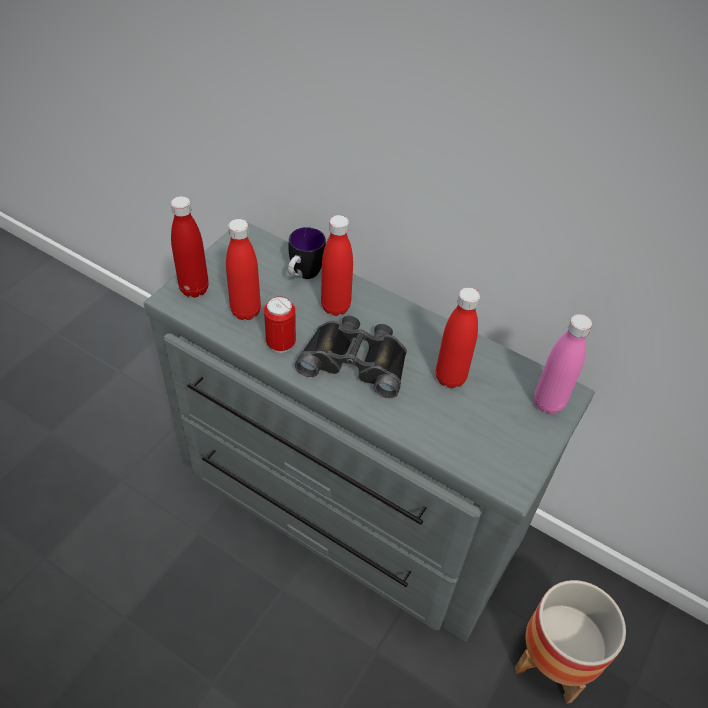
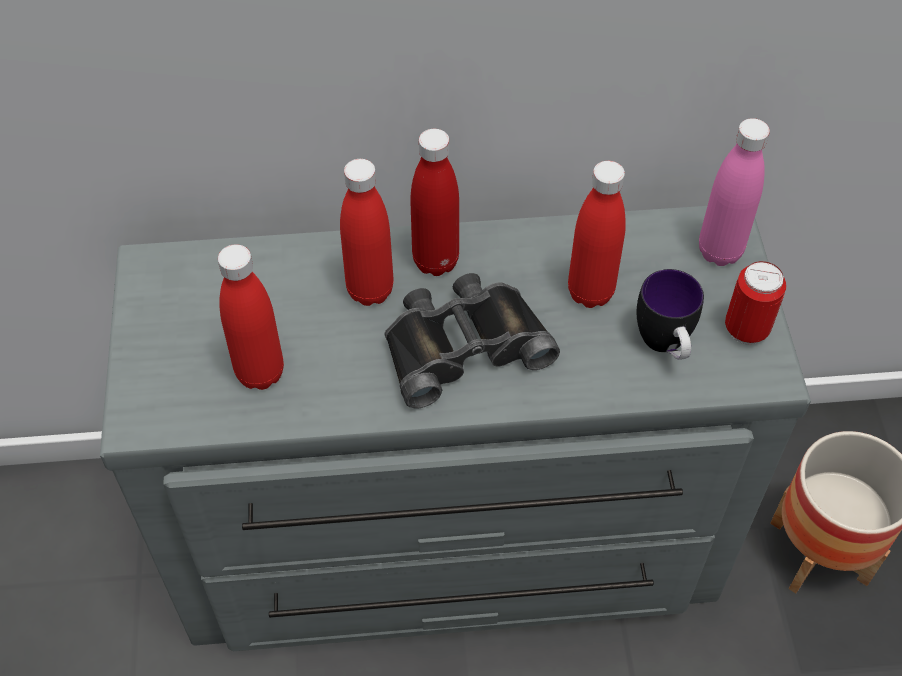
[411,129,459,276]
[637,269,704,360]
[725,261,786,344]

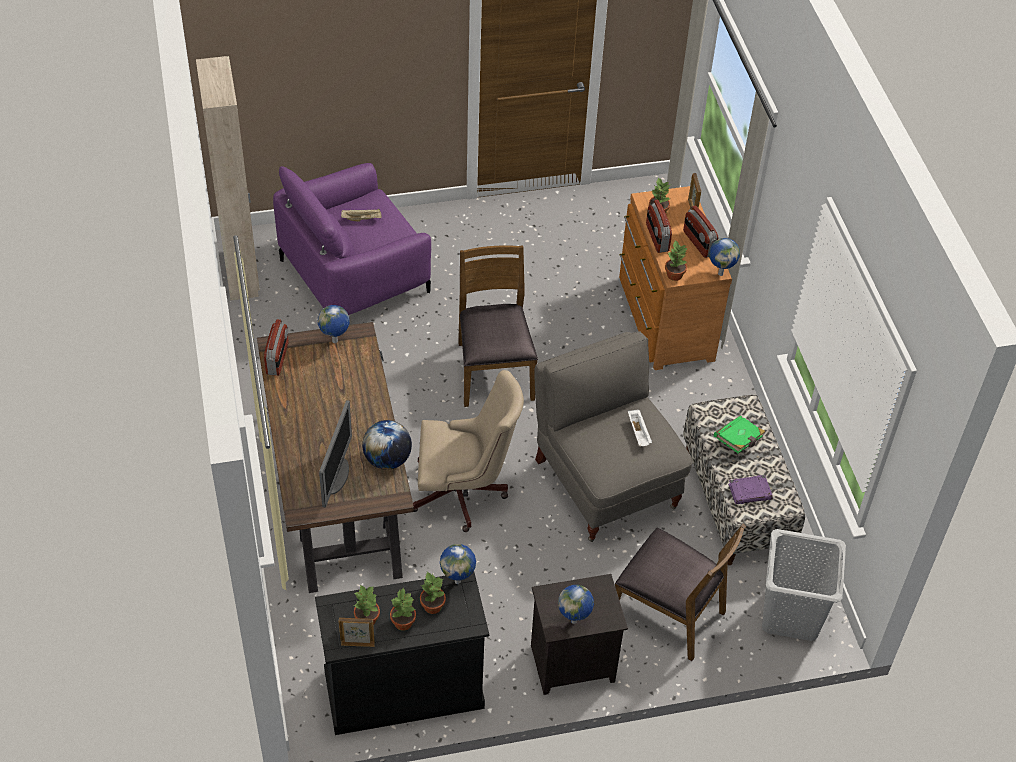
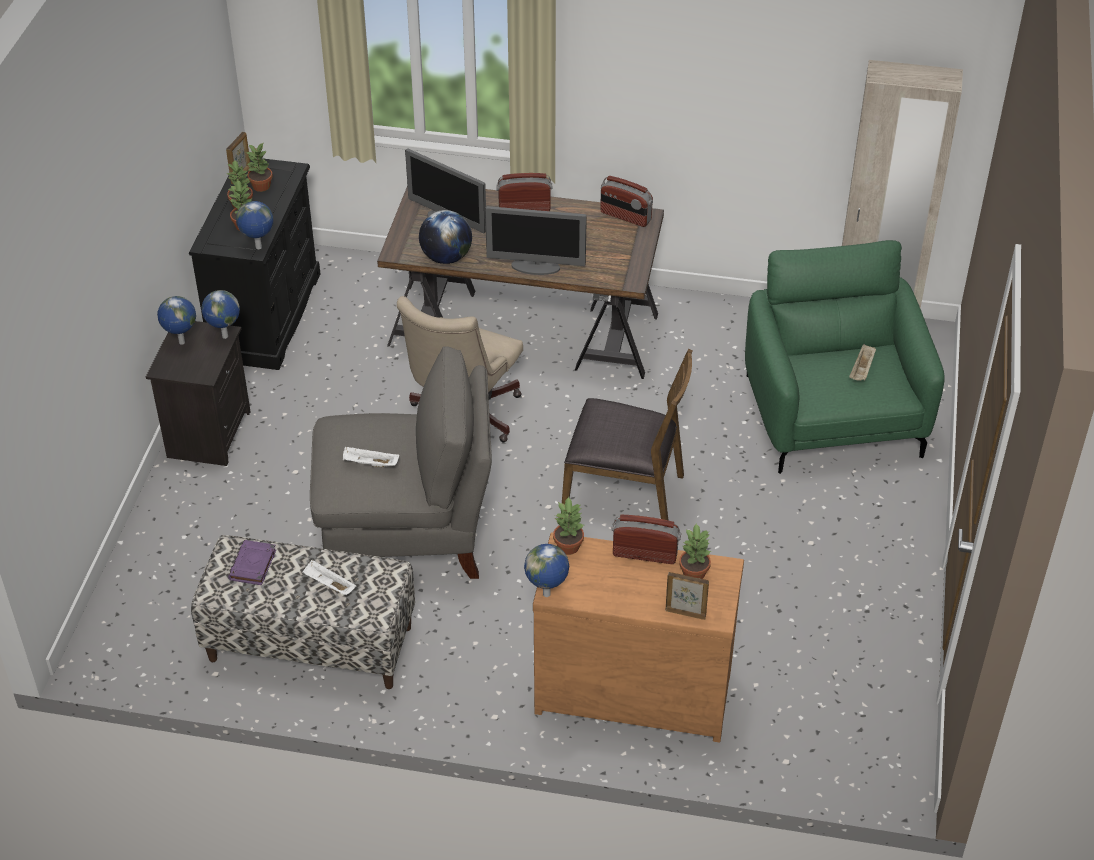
[745,240,945,474]
[496,173,552,211]
[201,290,240,339]
[302,560,356,595]
[615,524,746,661] (first image)
[762,529,846,641] (first image)
[485,206,587,275]

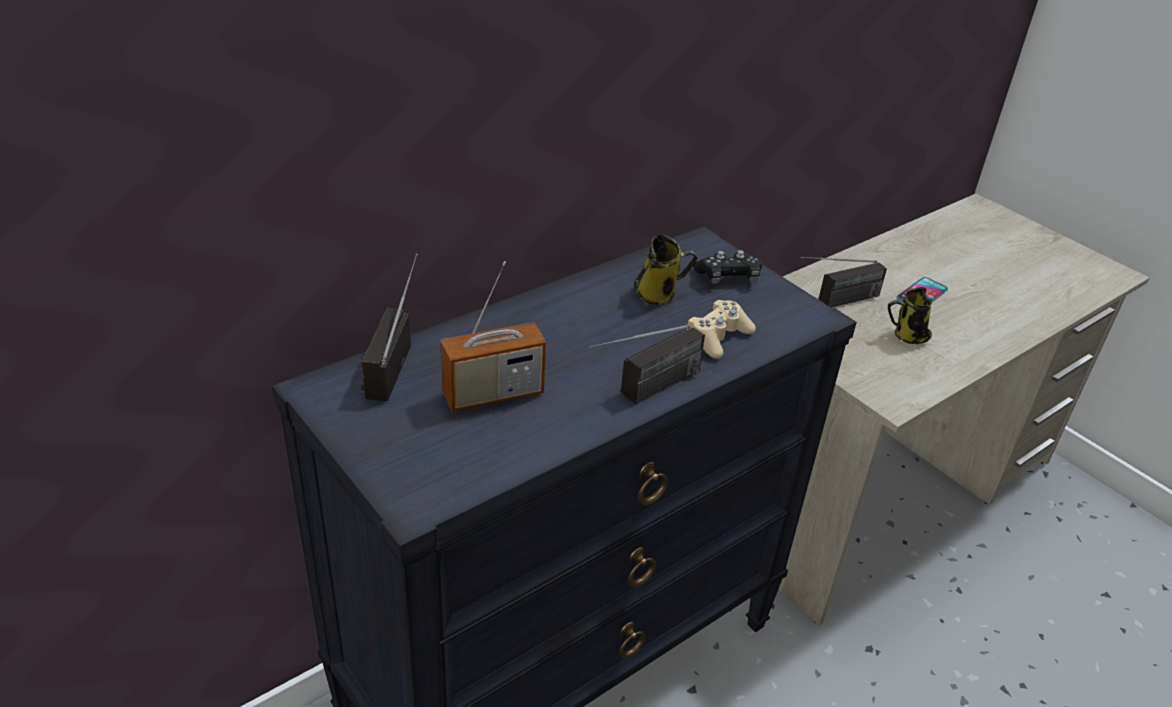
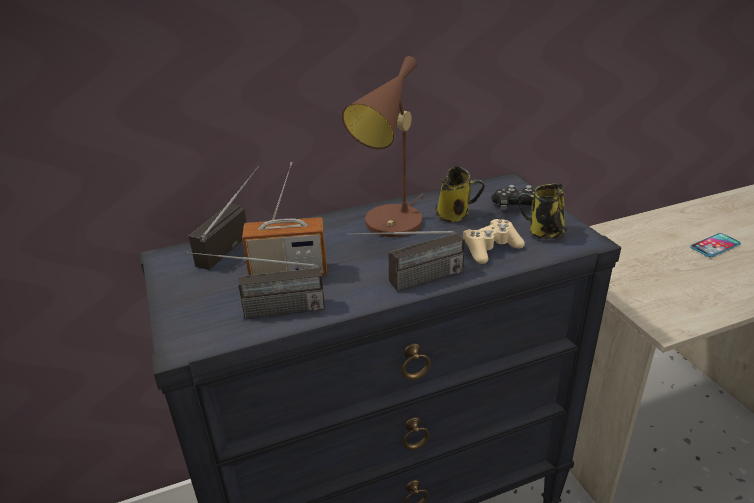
[187,252,325,319]
[518,183,567,239]
[342,56,423,237]

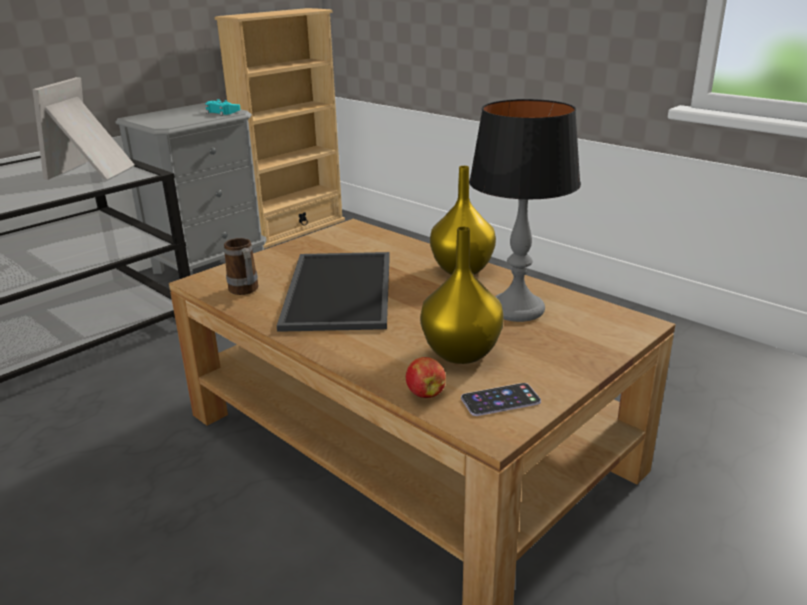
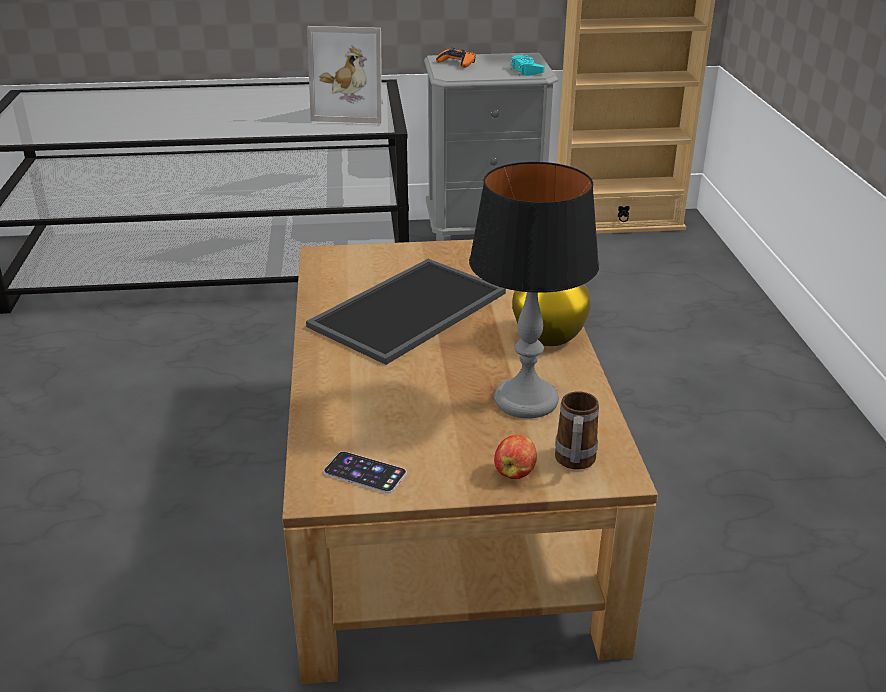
[307,26,383,124]
[420,227,504,364] (first image)
[555,392,599,469]
[494,435,537,479]
[436,47,476,68]

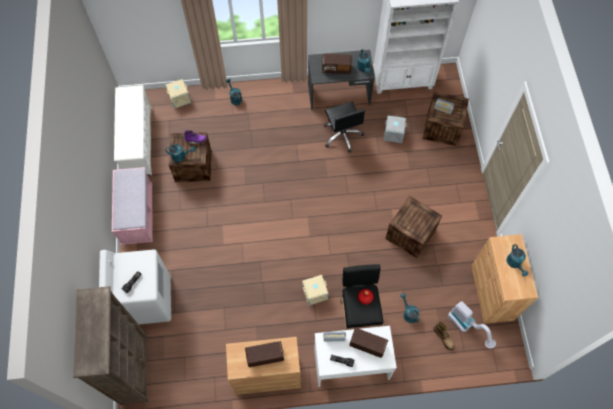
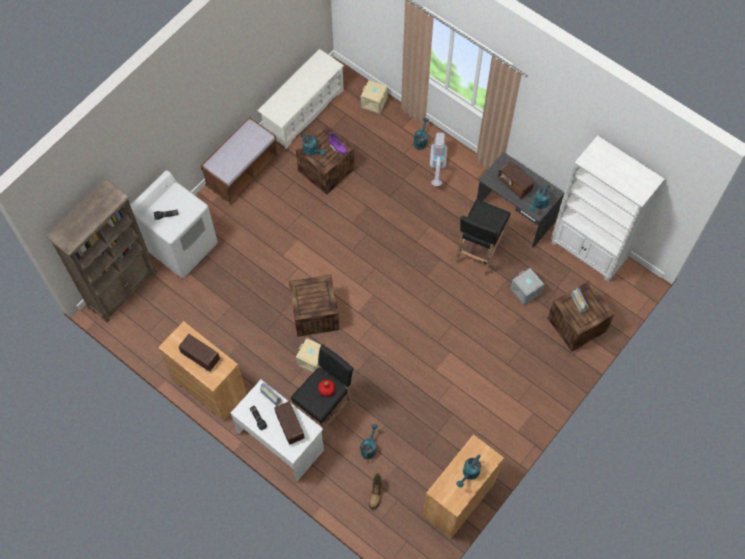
[455,199,510,276]
[200,117,279,204]
[289,274,339,337]
[430,132,448,186]

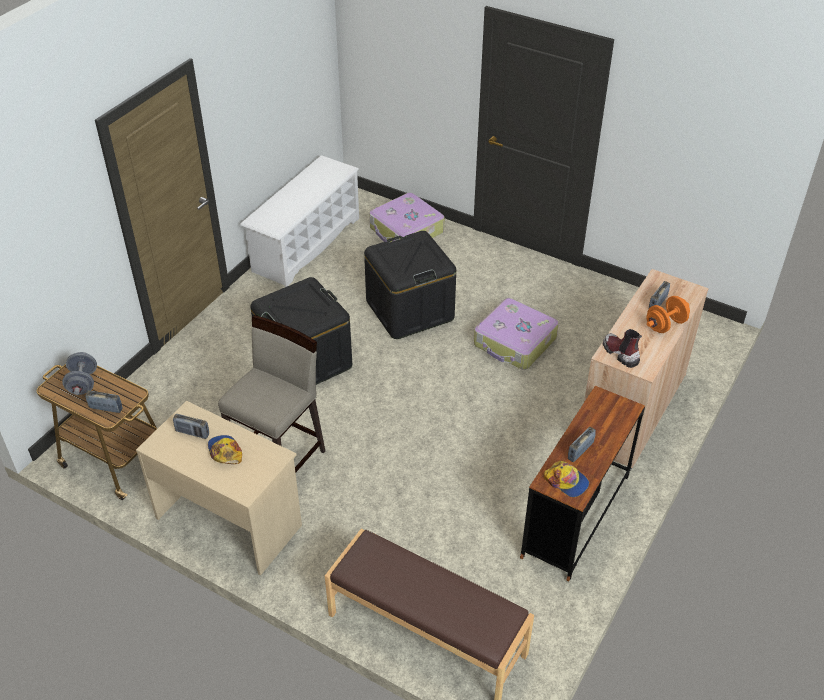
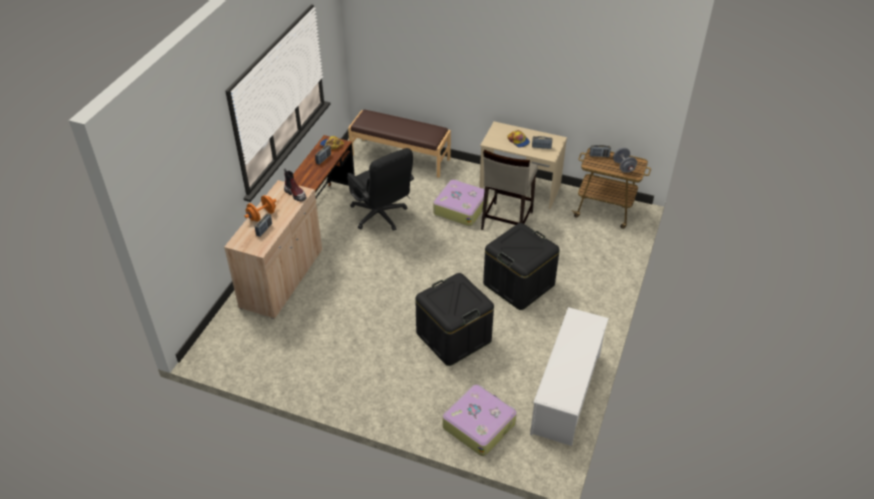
[433,179,489,226]
[347,148,414,231]

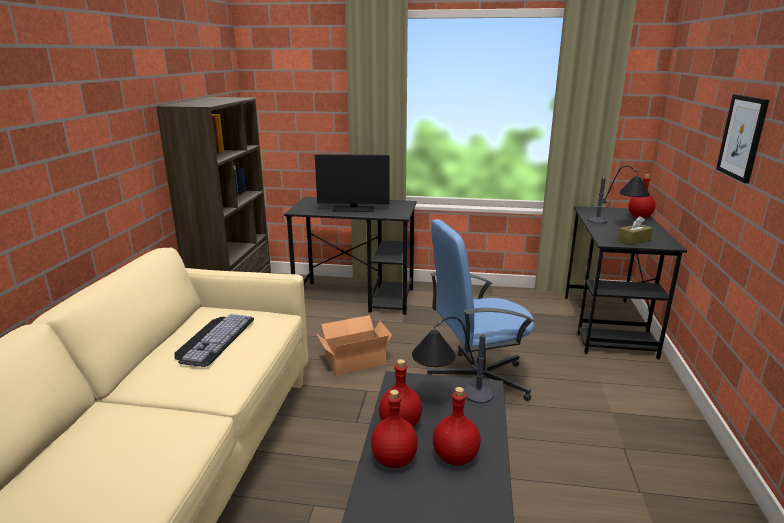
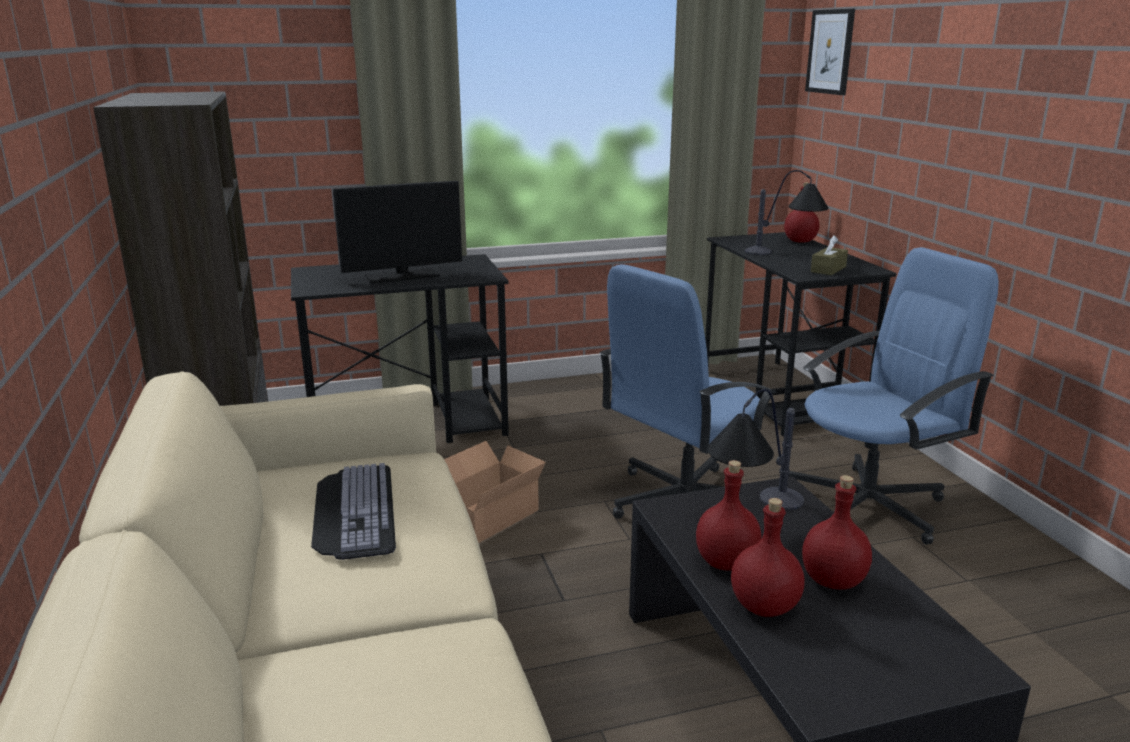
[805,9,855,95]
[788,247,999,545]

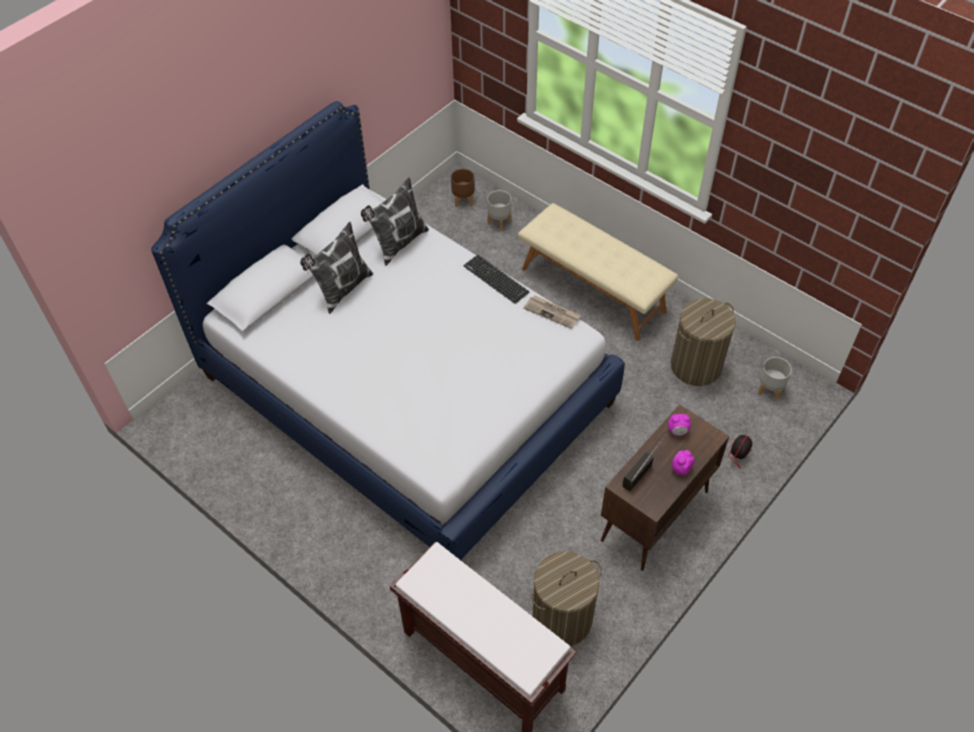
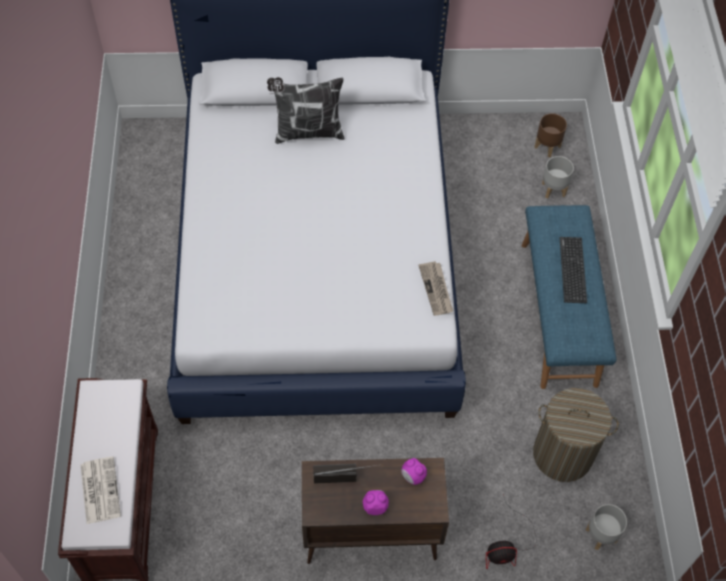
[361,177,429,266] (first image)
[522,205,617,389]
[560,237,587,303]
[531,551,602,646] (first image)
[81,456,121,524]

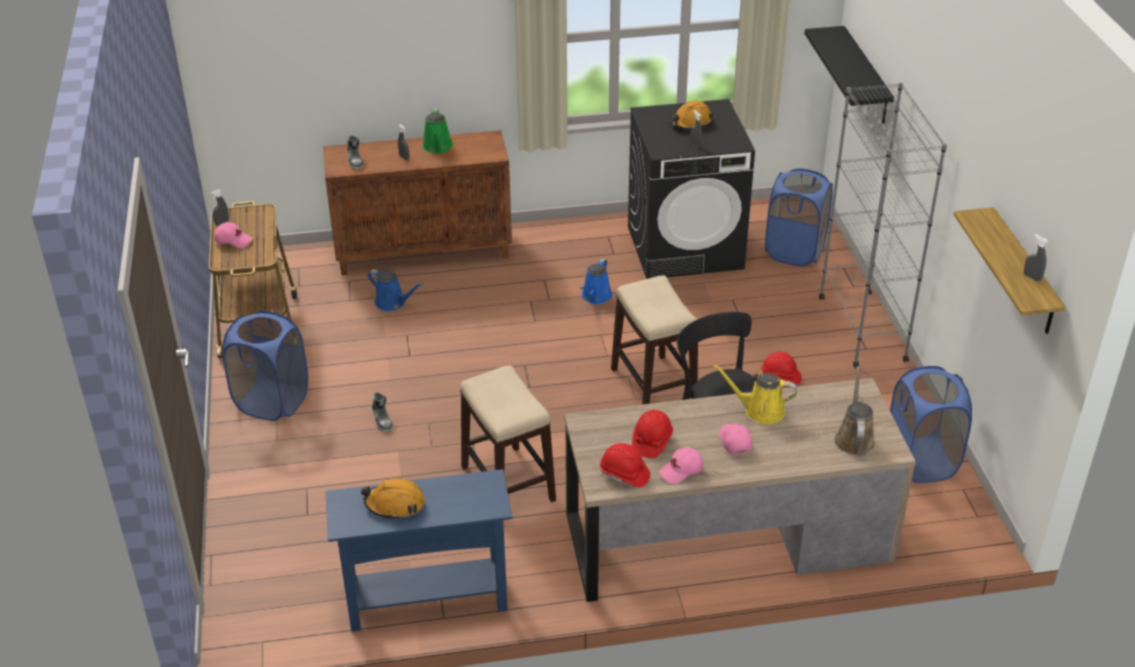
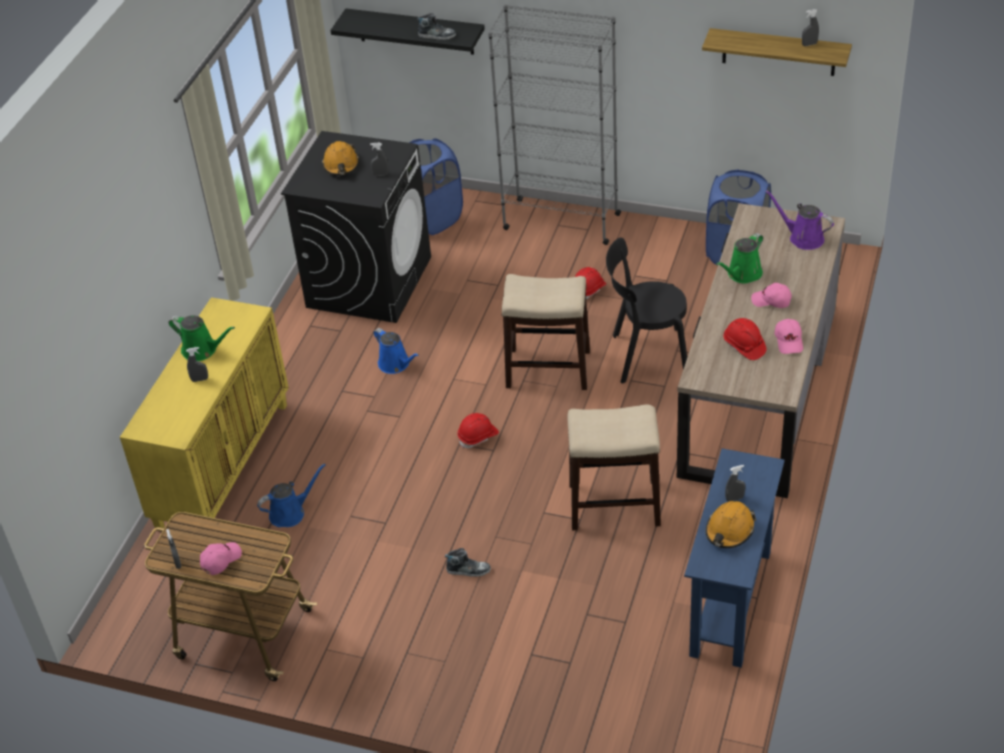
[120,297,289,532]
[417,13,456,40]
[222,310,308,421] (first image)
[716,233,763,283]
[765,190,834,250]
[457,413,499,448]
[725,465,745,502]

